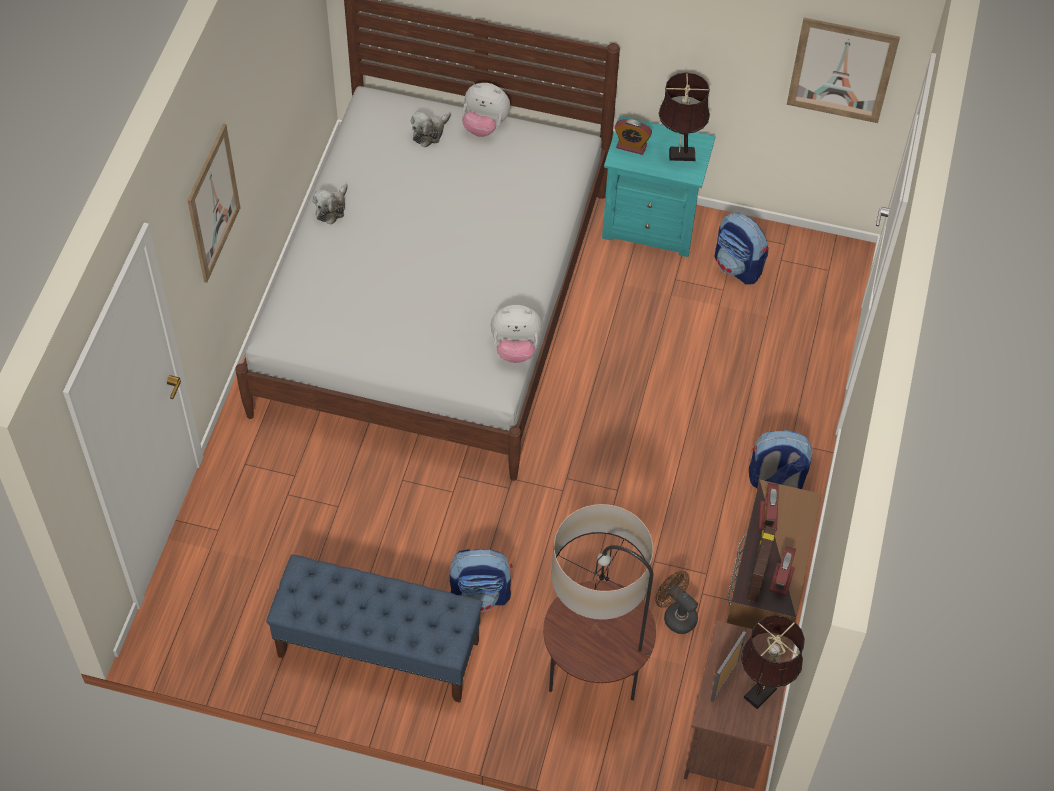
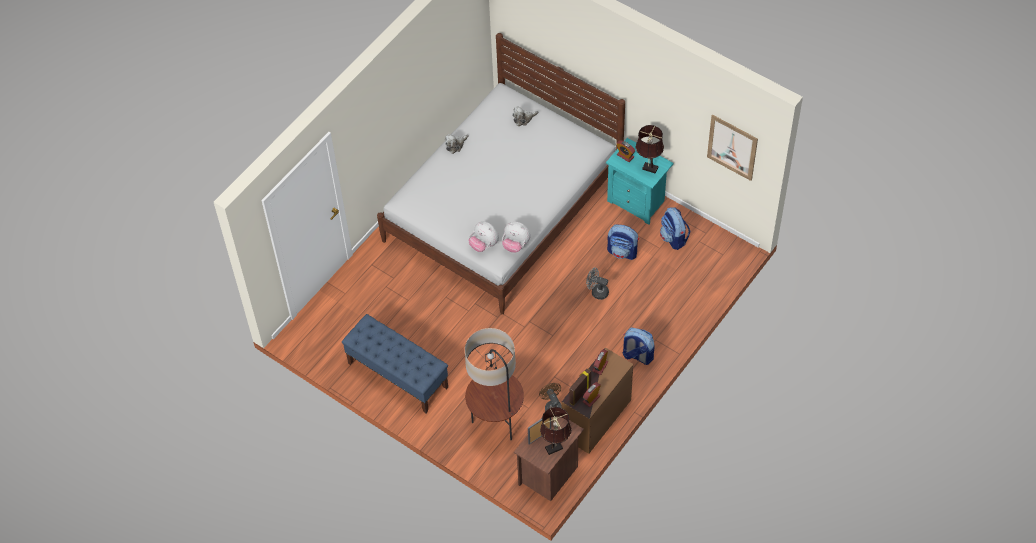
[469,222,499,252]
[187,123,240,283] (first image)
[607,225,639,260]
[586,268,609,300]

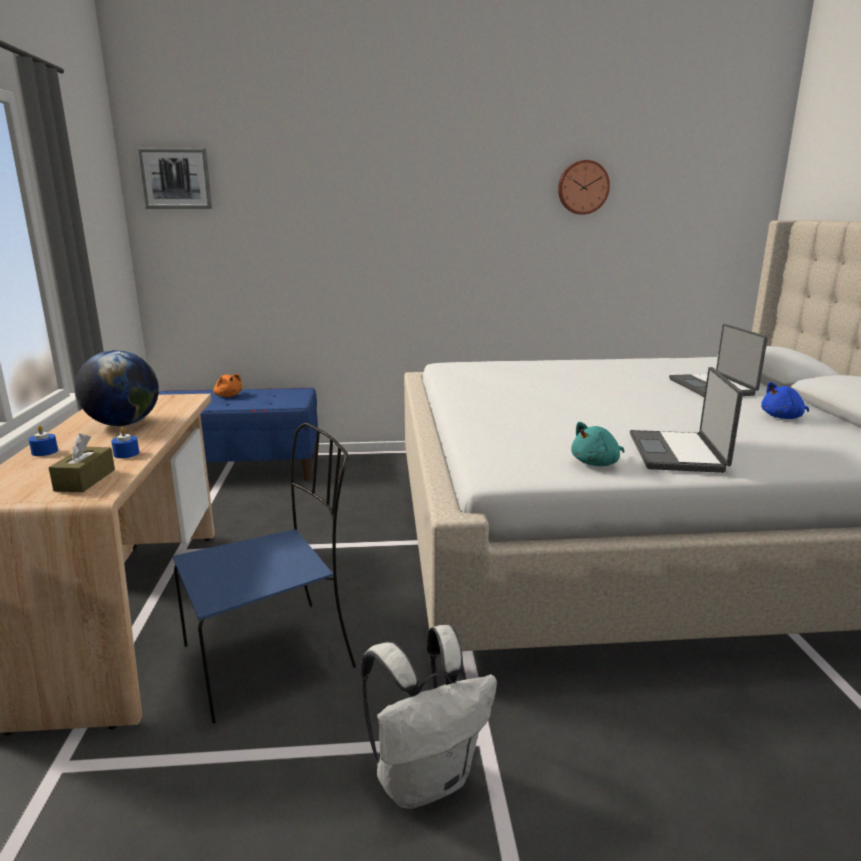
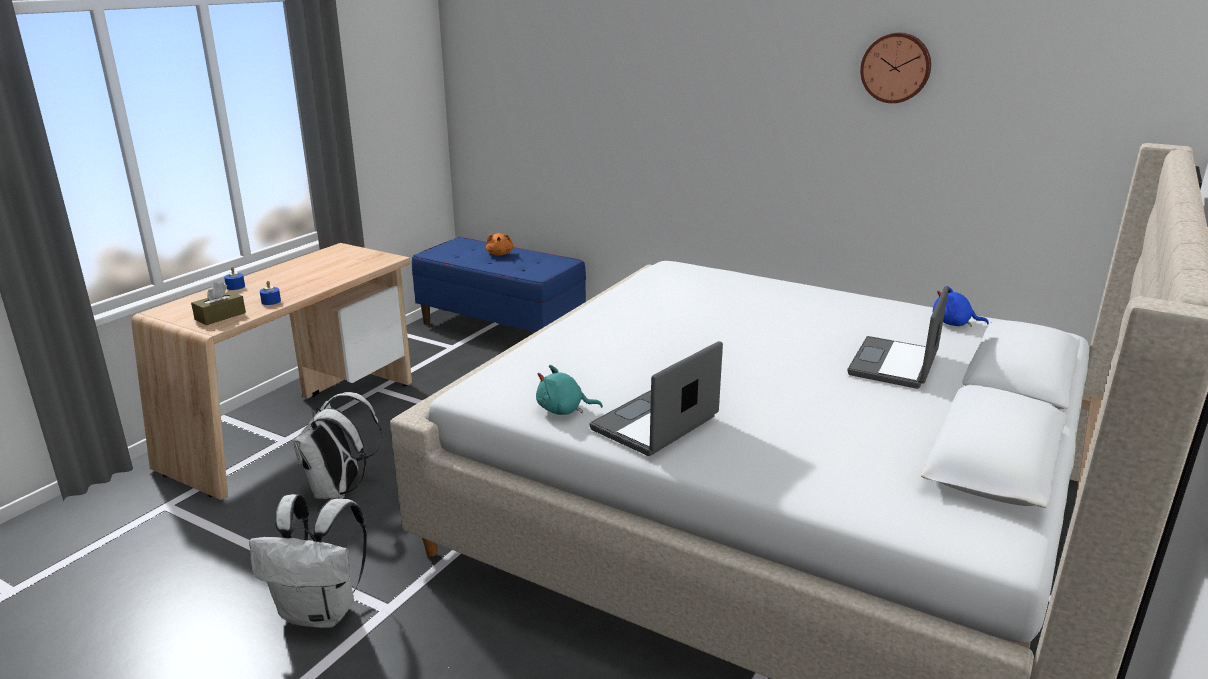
[137,148,212,209] (first image)
[75,350,159,426] (first image)
[933,286,989,327]
[293,392,382,499]

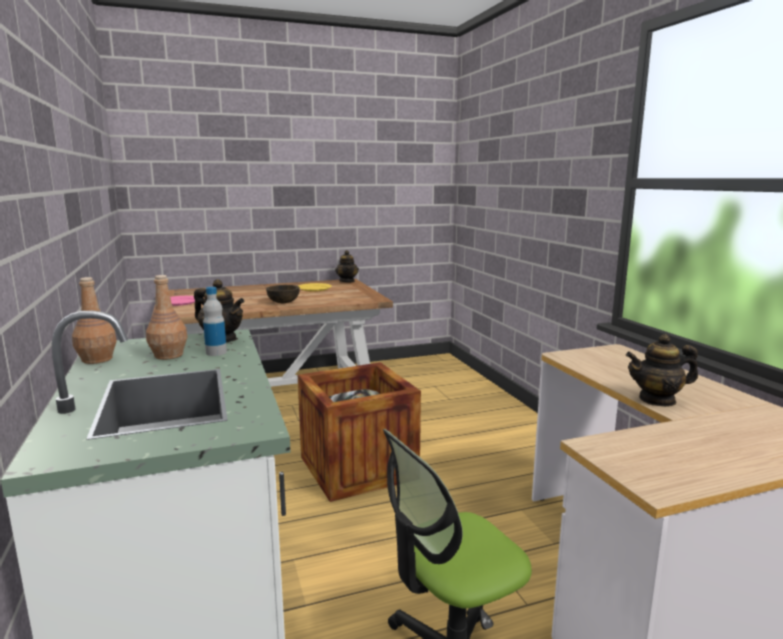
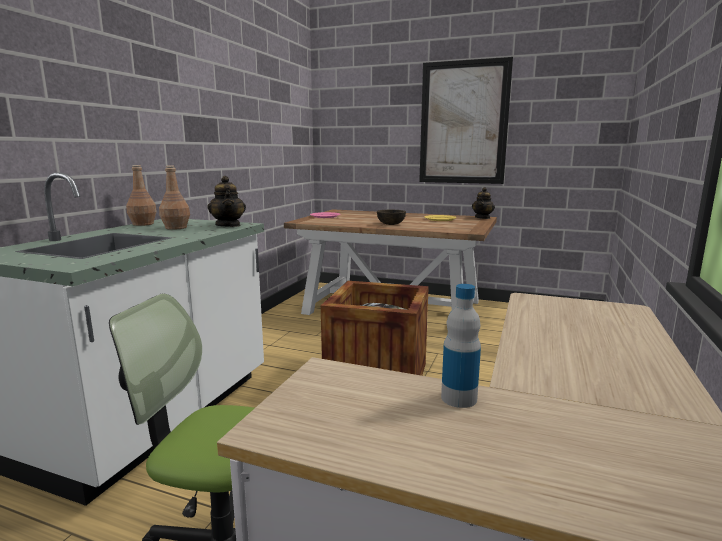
[441,284,481,408]
[626,334,698,407] (first image)
[419,57,513,184]

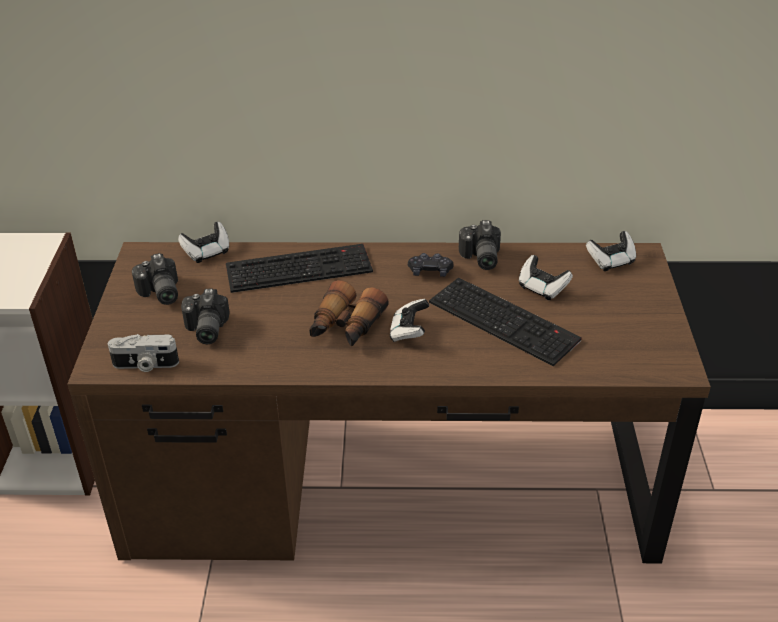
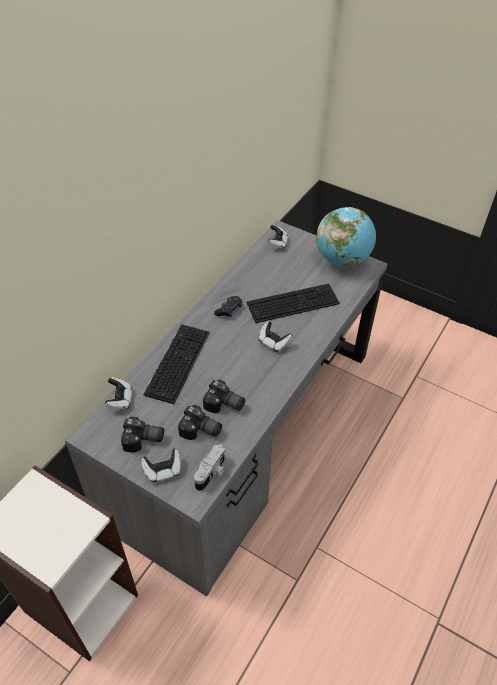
[203,380,245,413]
[65,220,388,597]
[141,449,181,482]
[309,280,389,347] (first image)
[316,207,376,267]

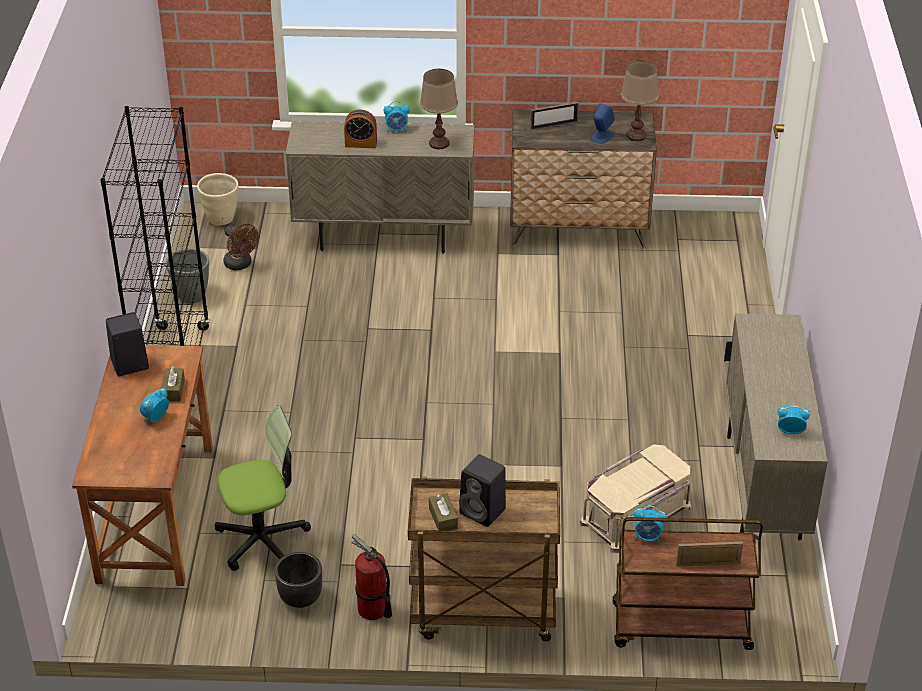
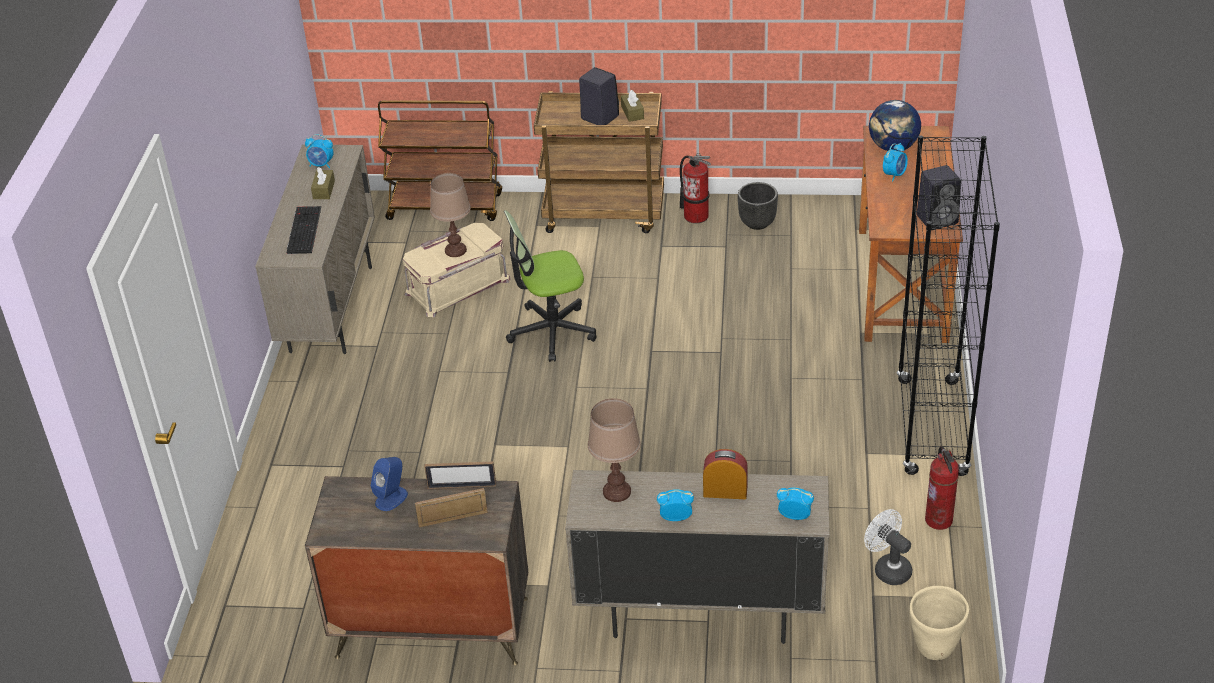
[430,173,471,257]
[864,509,912,585]
[925,446,959,530]
[311,167,335,199]
[504,210,597,362]
[777,488,814,520]
[424,461,496,489]
[869,100,921,151]
[287,206,321,254]

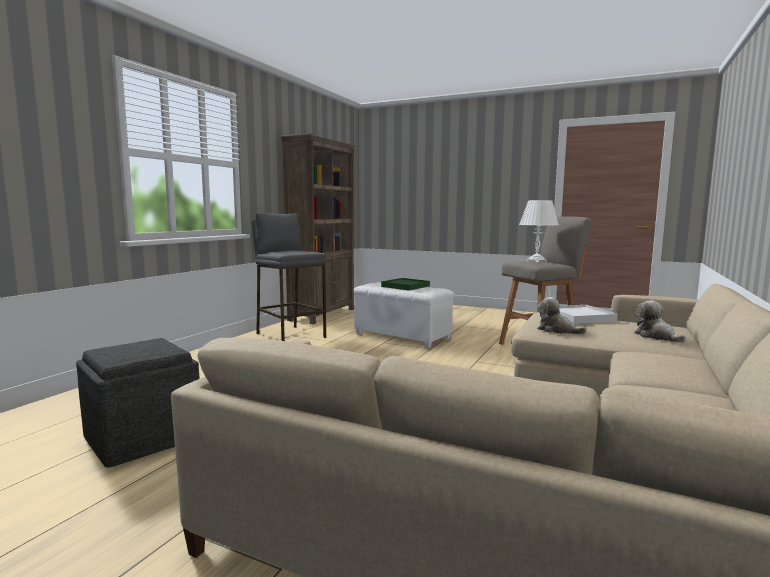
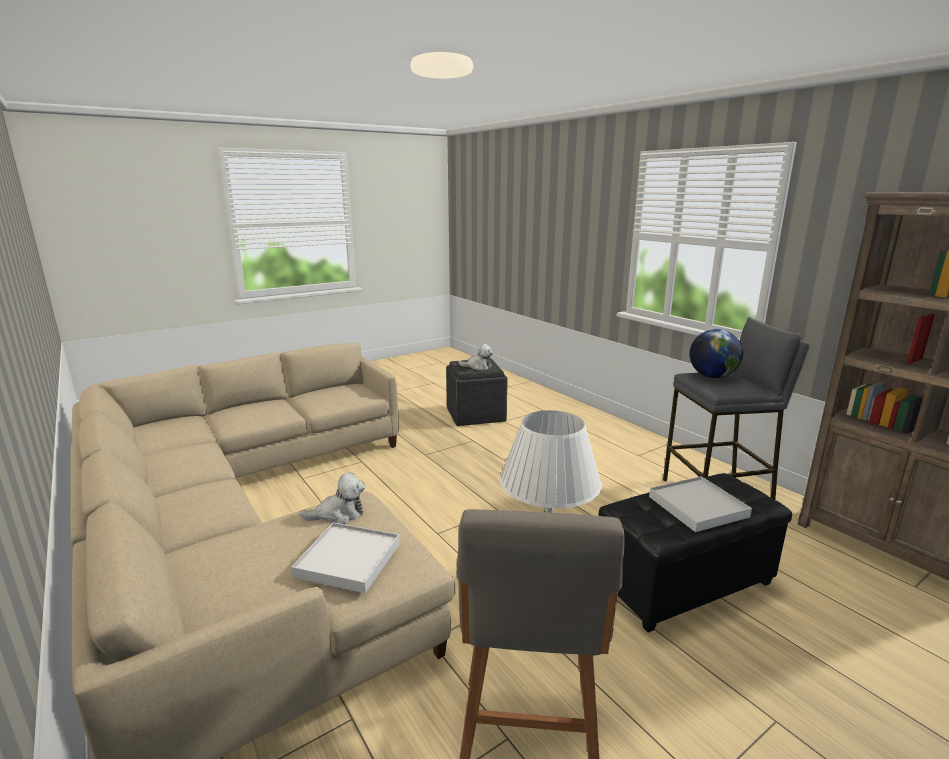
[649,476,752,532]
[598,473,792,633]
[458,344,494,370]
[689,329,743,378]

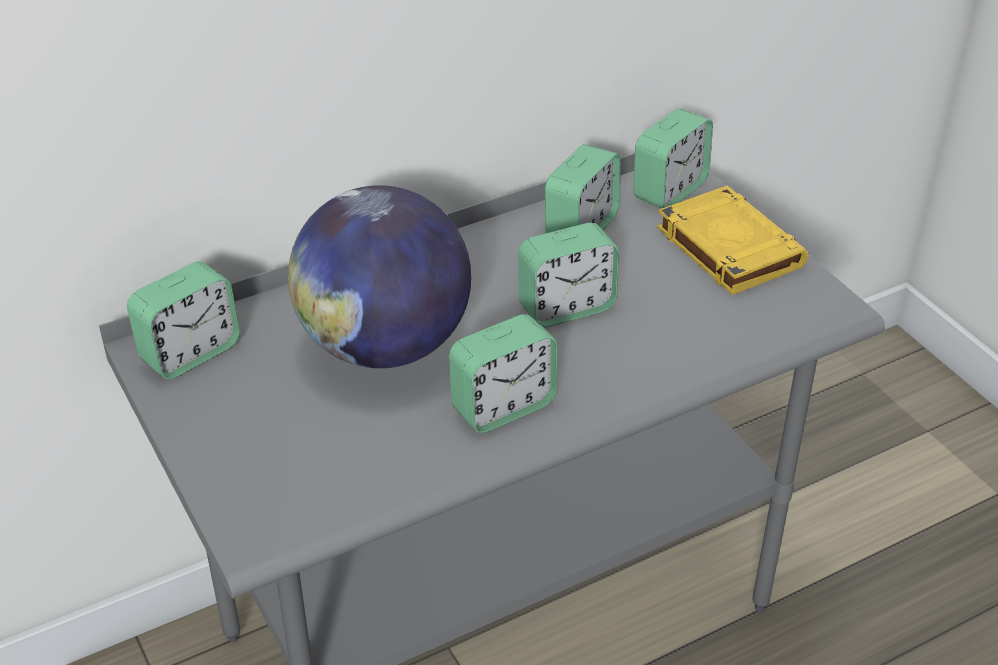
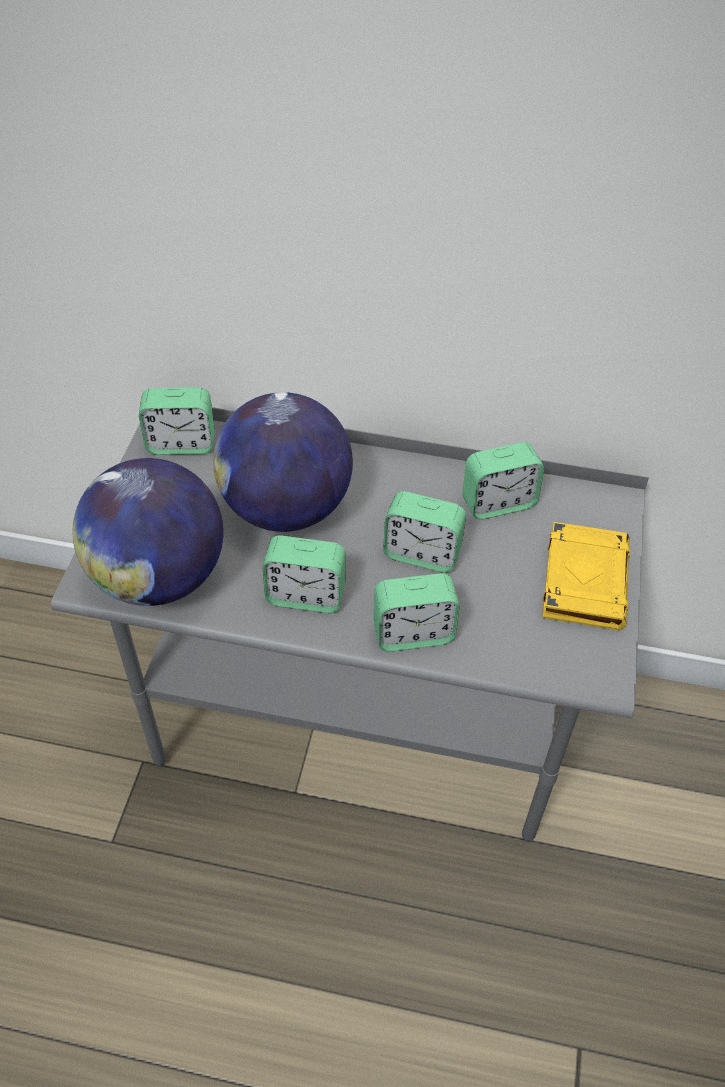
[373,573,460,652]
[72,458,224,606]

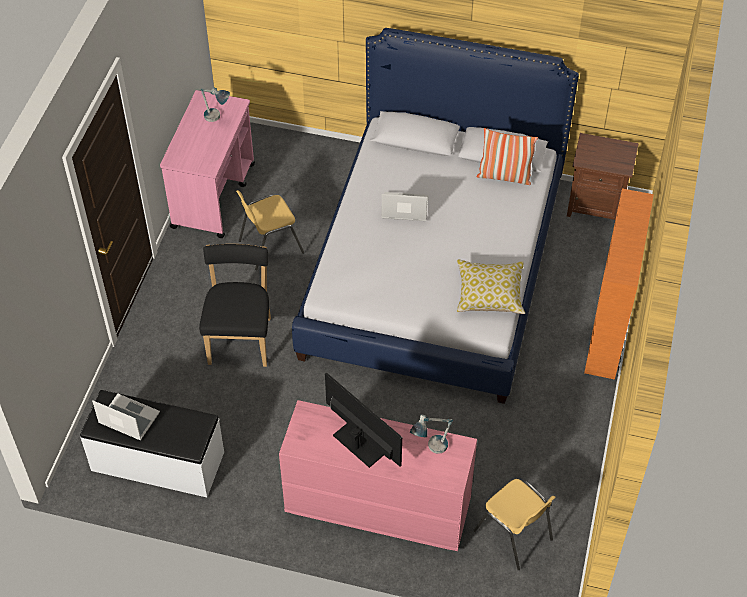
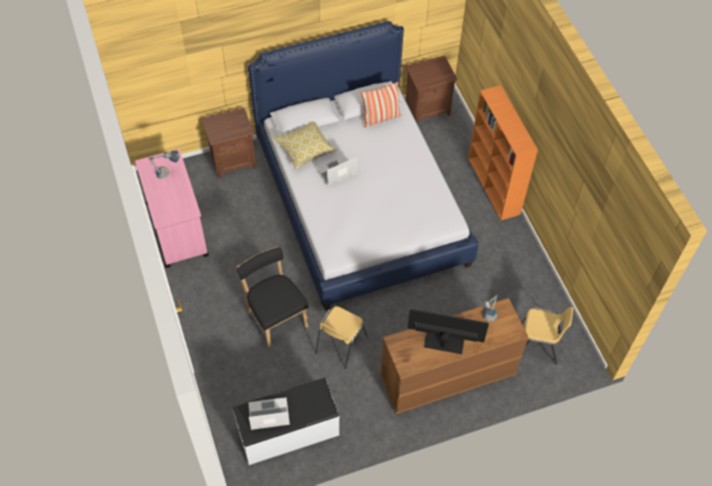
[315,306,368,369]
[273,121,337,170]
[380,298,529,414]
[201,108,256,178]

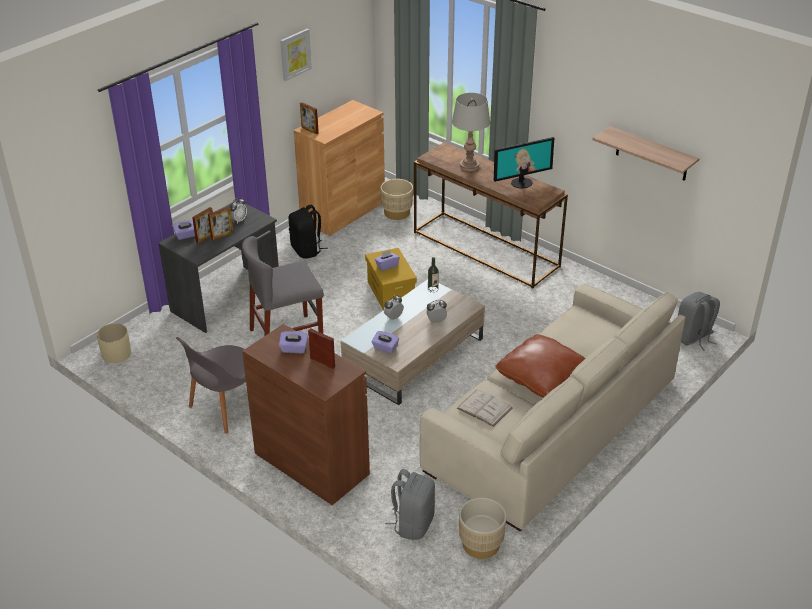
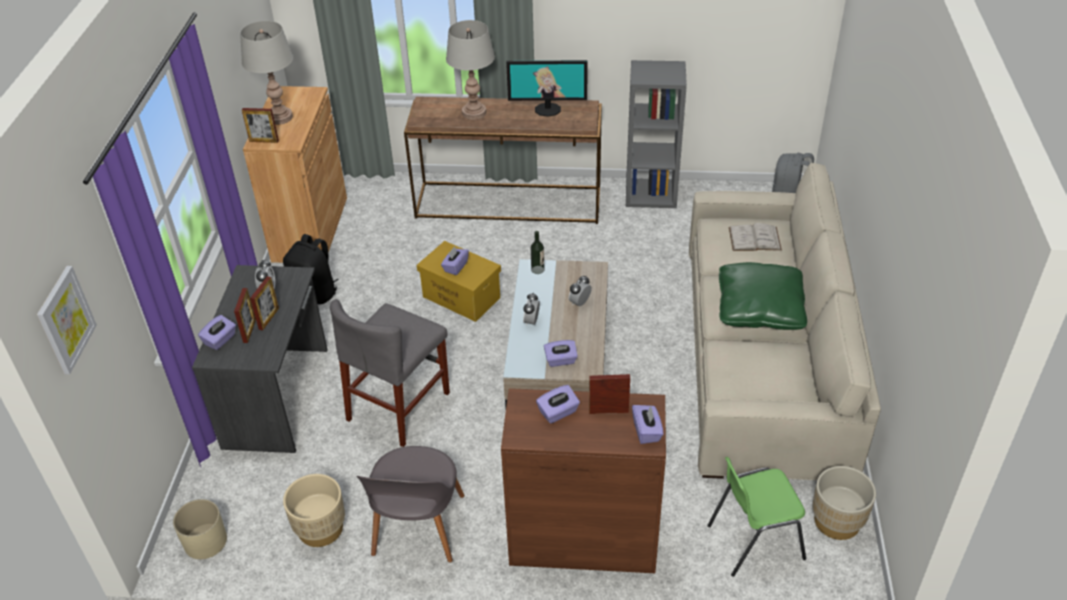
[37,266,97,374]
[592,126,700,181] (first image)
[506,60,588,117]
[283,474,345,547]
[719,262,807,330]
[729,223,782,251]
[707,457,806,577]
[240,21,293,125]
[626,60,687,208]
[632,405,664,444]

